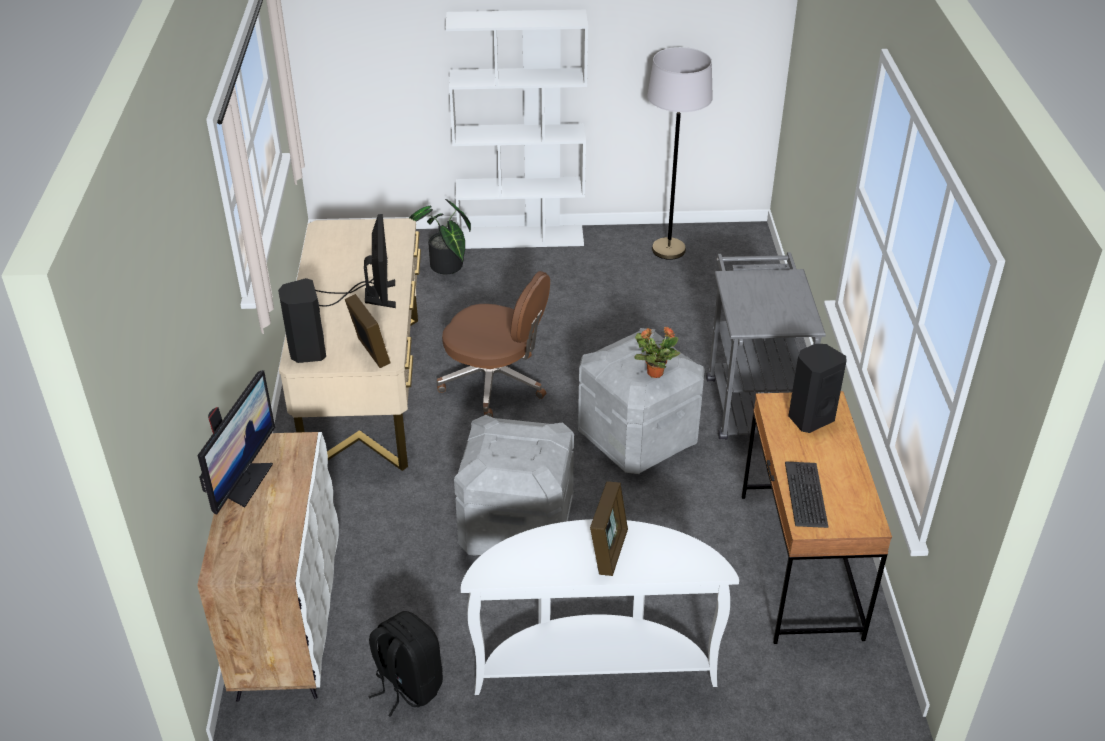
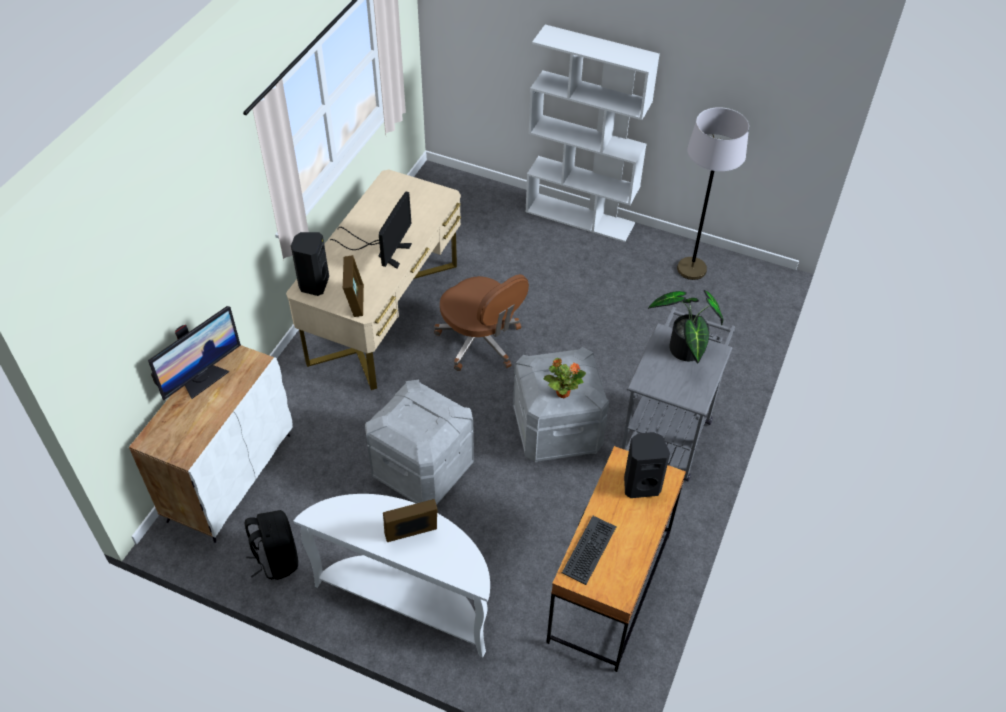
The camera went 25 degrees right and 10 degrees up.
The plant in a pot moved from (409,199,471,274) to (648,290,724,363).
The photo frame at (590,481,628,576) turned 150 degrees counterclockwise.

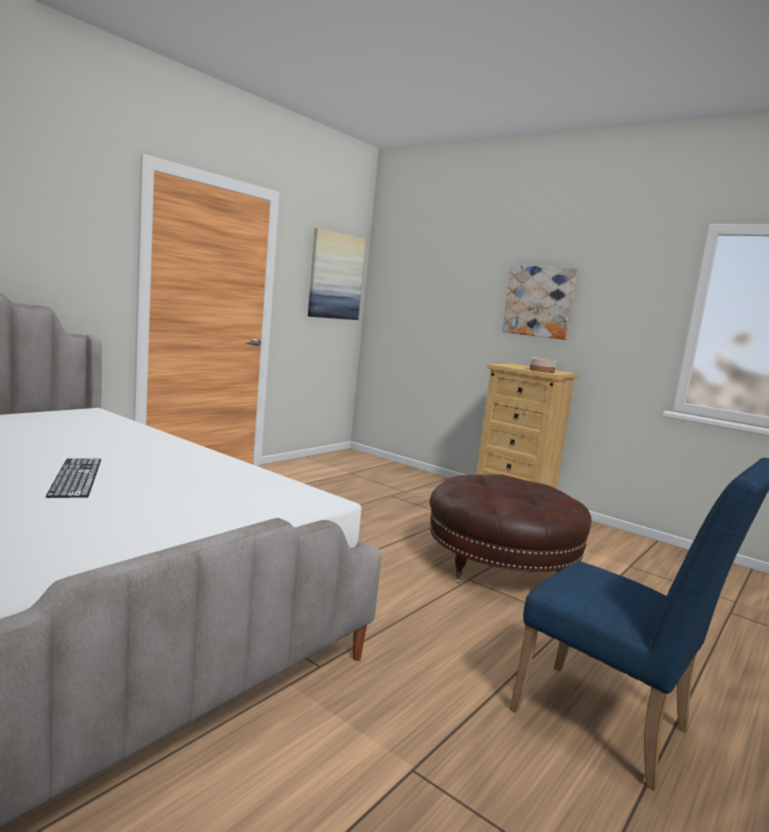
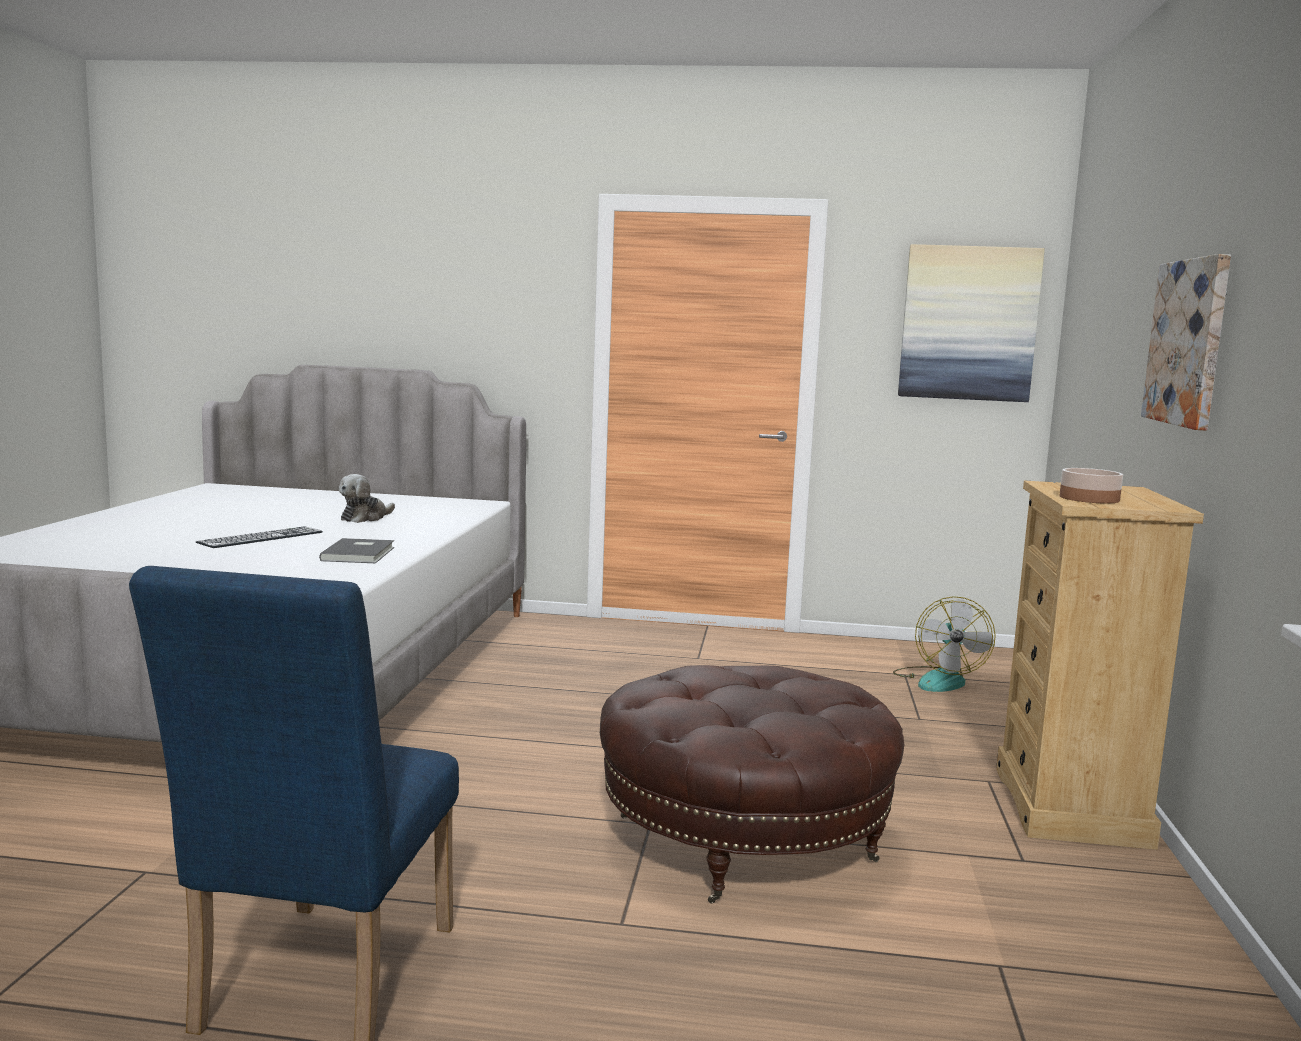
The camera went 60 degrees right and 0 degrees up.
The volume (gray) at (319,538,394,563) appeared.
The plush toy at (339,474,395,523) appeared.
The fan at (893,596,996,692) appeared.

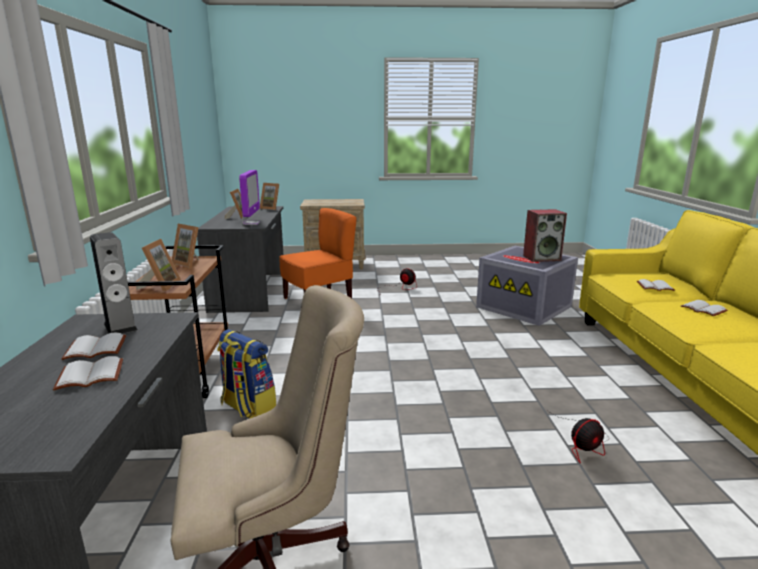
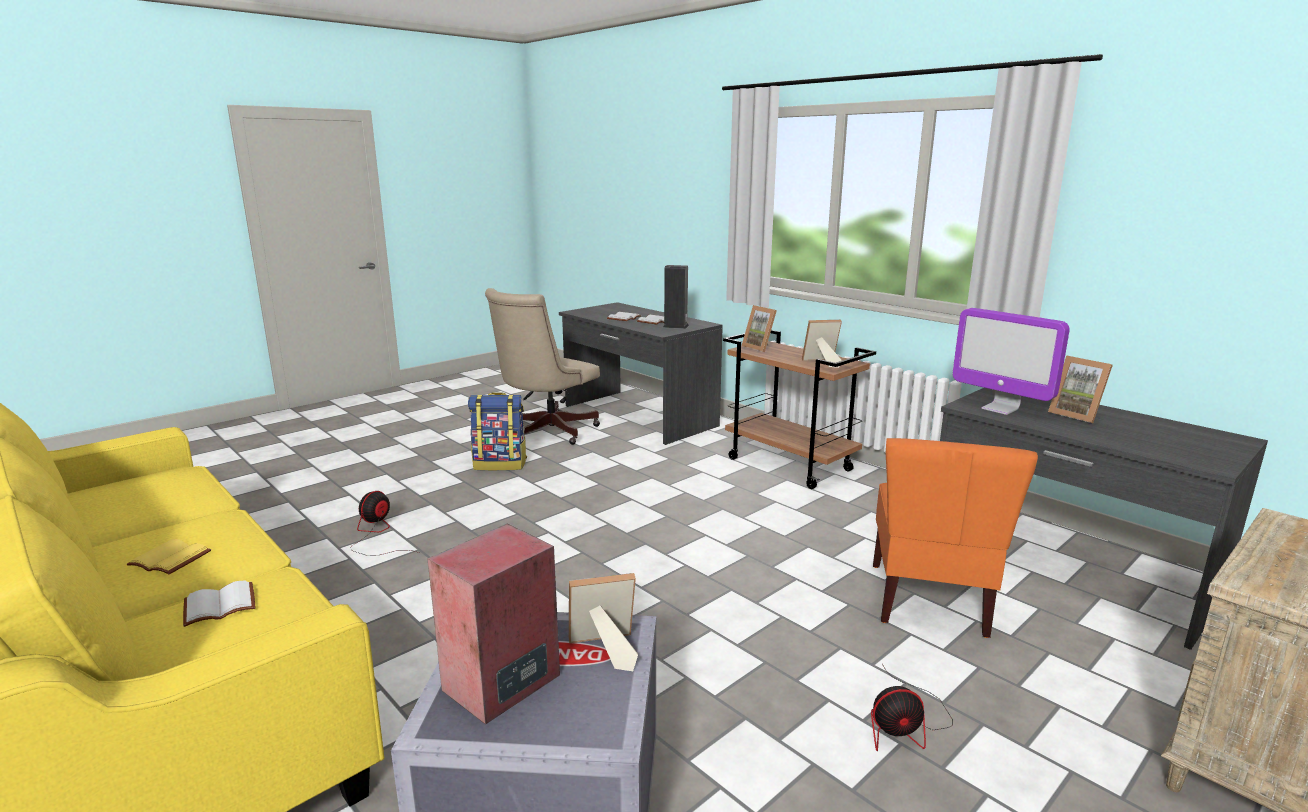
The camera went 140 degrees right and 0 degrees up.
The knapsack moved from (217,329,276,419) to (468,392,527,471).
The photo frame moved from (260,183,279,210) to (569,573,638,671).
The volume (whitish) at (681,300,728,316) became the volume (yellow-coloured) at (127,539,211,574).

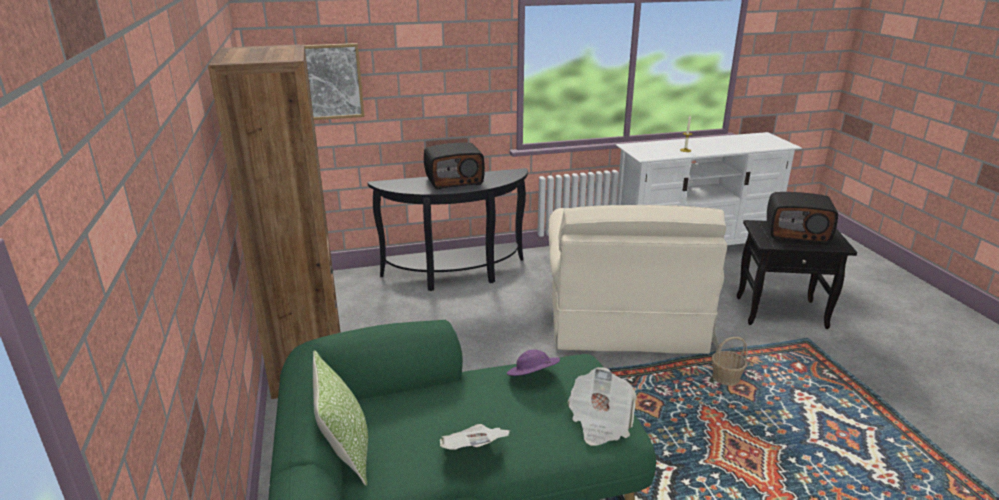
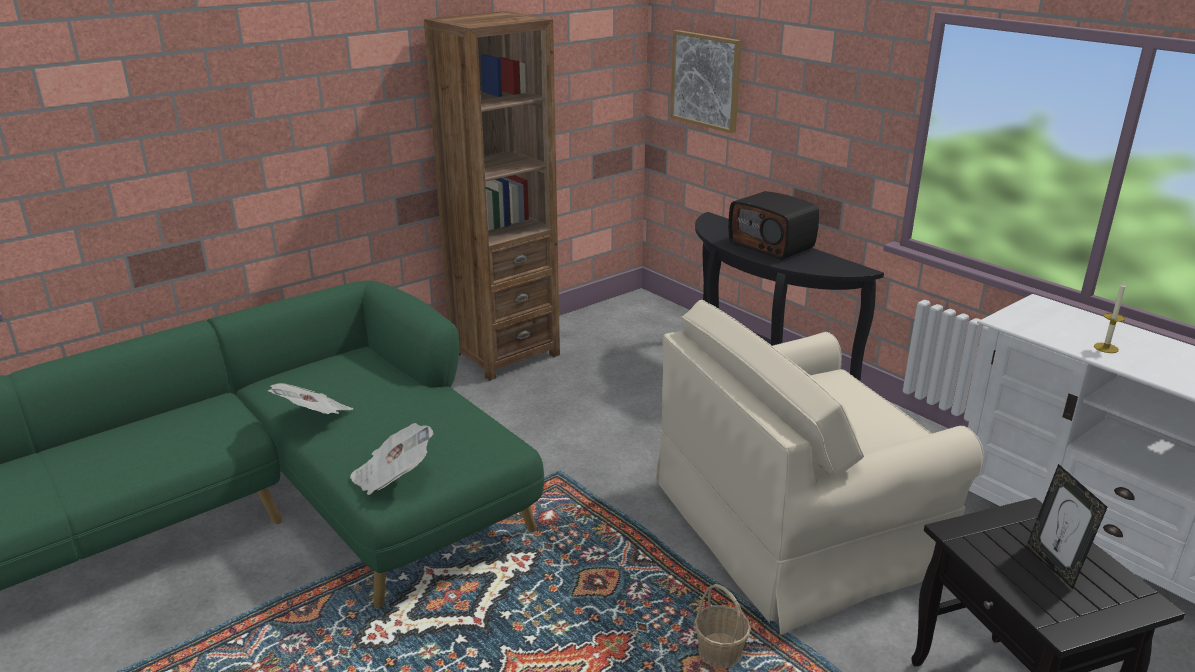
The camera went 65 degrees right and 0 degrees up.
The cushion at (313,350,368,486) disappeared.
The hat (purple) at (507,349,560,376) disappeared.
The radio set at (767,192,838,244) was replaced by the photo frame at (1028,464,1108,590).

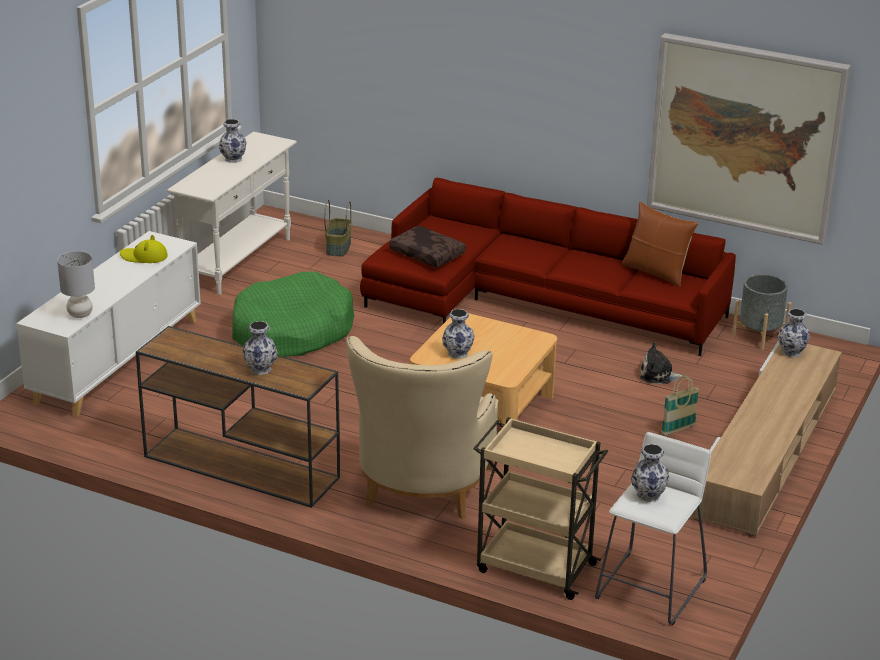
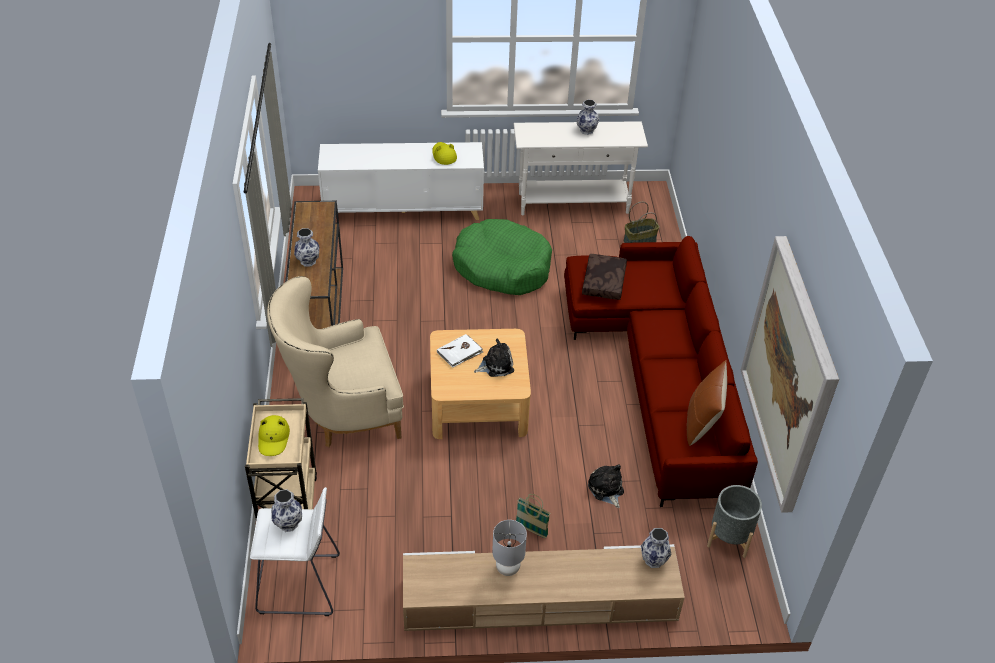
The camera went 60 degrees right and 15 degrees up.
The table lamp (gray) moved from (57,251,95,318) to (492,520,527,576).
The vase at (442,309,475,359) was replaced by the volume (whitish) at (437,334,483,368).
The hat (yellow-coloured) at (258,415,290,456) appeared.
The plush toy at (474,339,514,377) appeared.

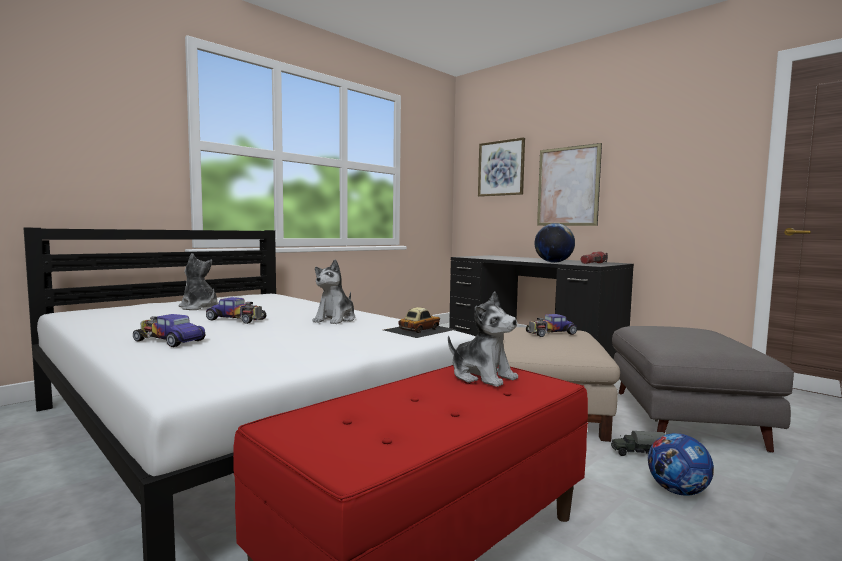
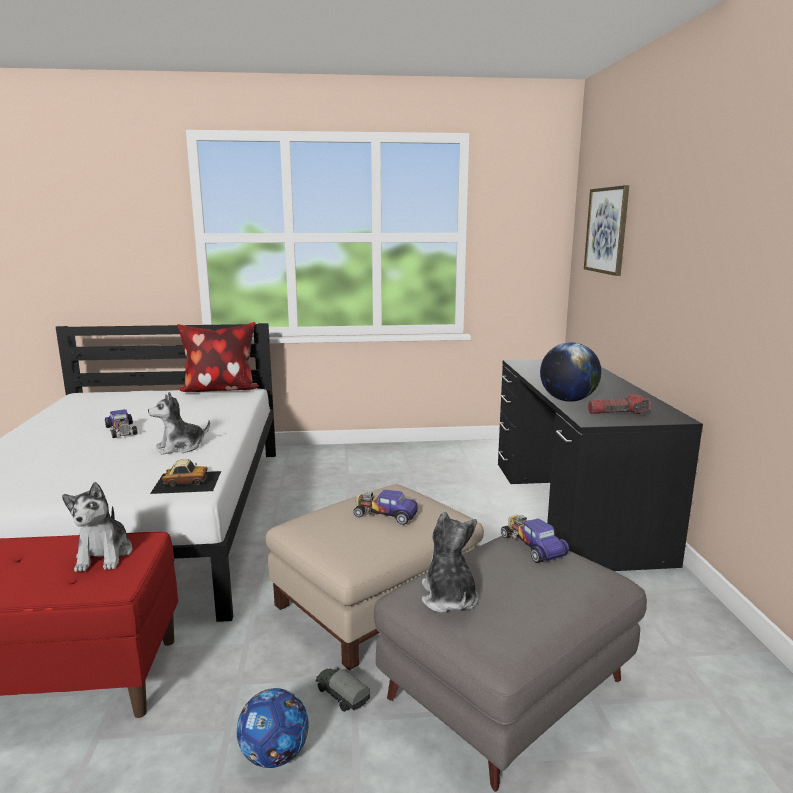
The camera went 40 degrees right and 10 degrees up.
The toy car moved from (133,314,205,347) to (501,515,569,563).
The plush toy moved from (179,253,218,310) to (422,511,479,613).
The picture at (537,143,602,226) disappeared.
The cushion at (177,322,259,392) appeared.

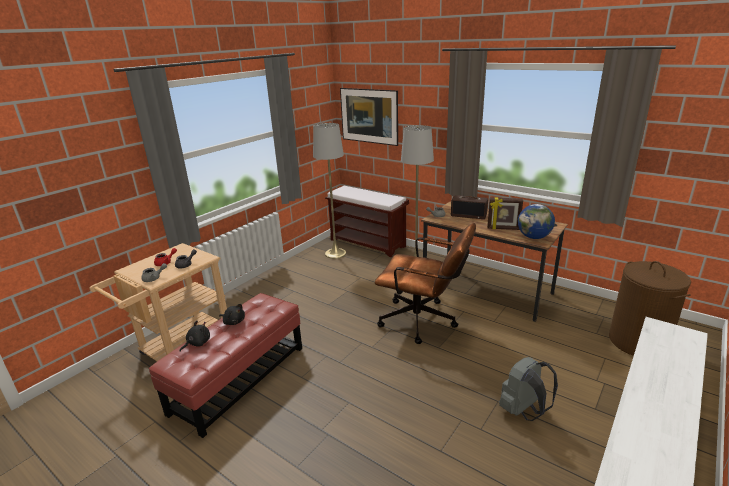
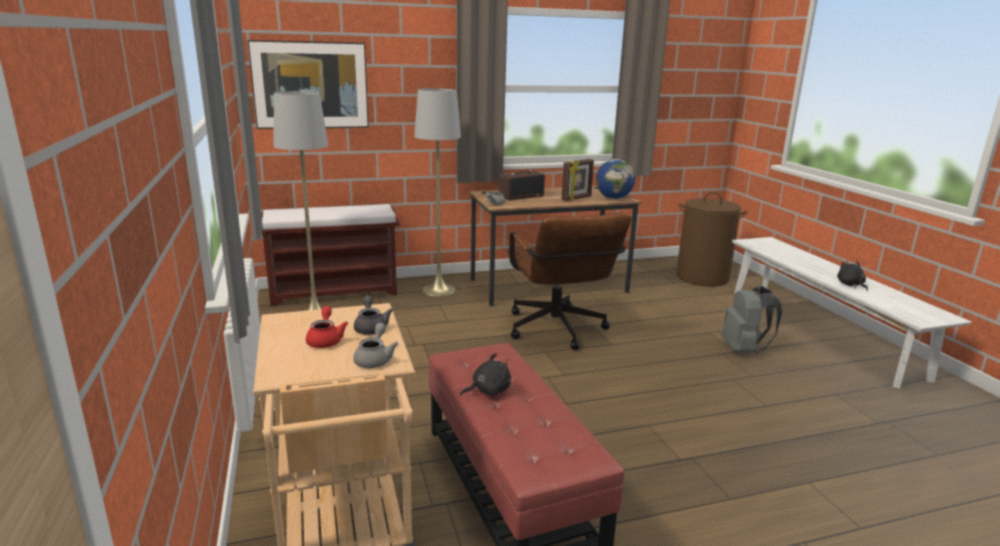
The camera went 55 degrees left and 5 degrees down.
The plush toy (black-coloured) moved from (180,320,210,352) to (837,261,868,291).
The computer chair (brown) at (375,223,476,344) turned 105 degrees clockwise.

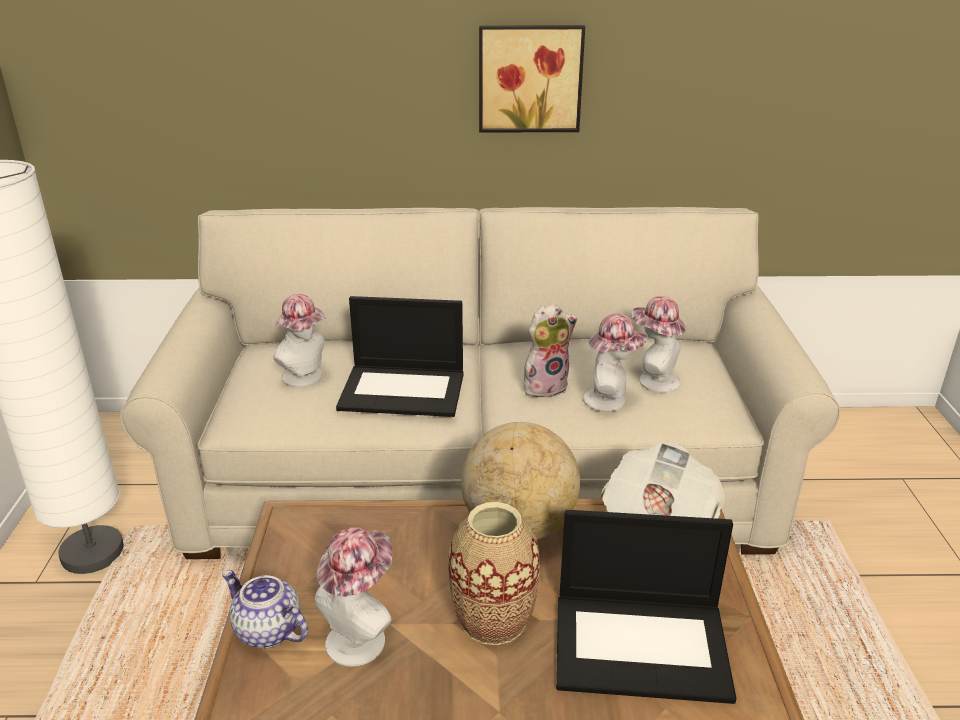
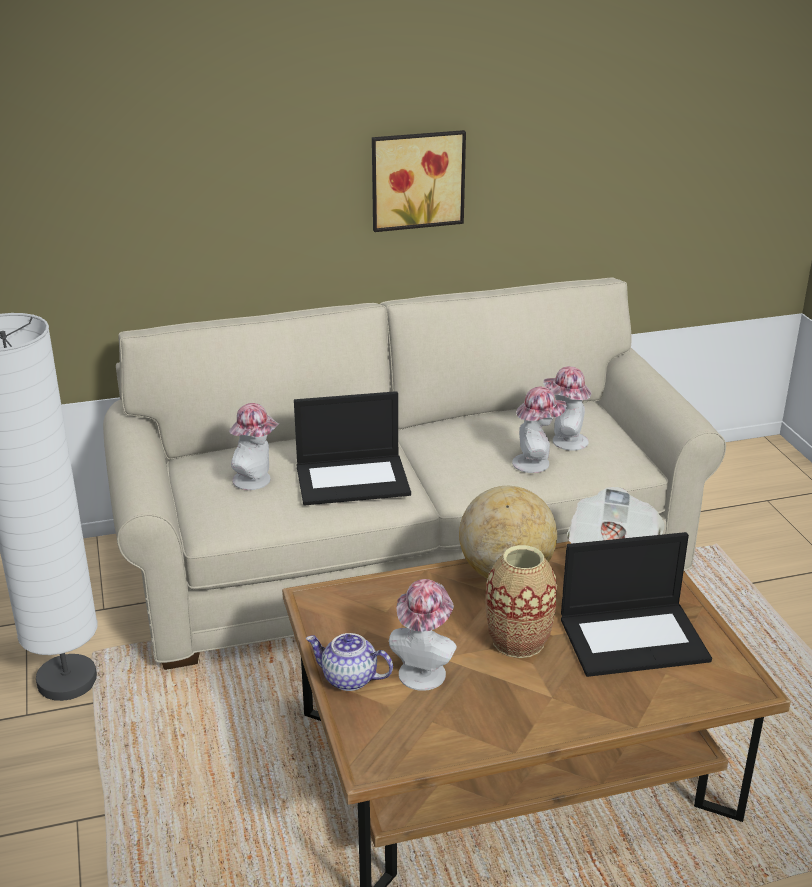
The camera went 15 degrees left and 0 degrees up.
The plush toy at (524,304,577,398) disappeared.

